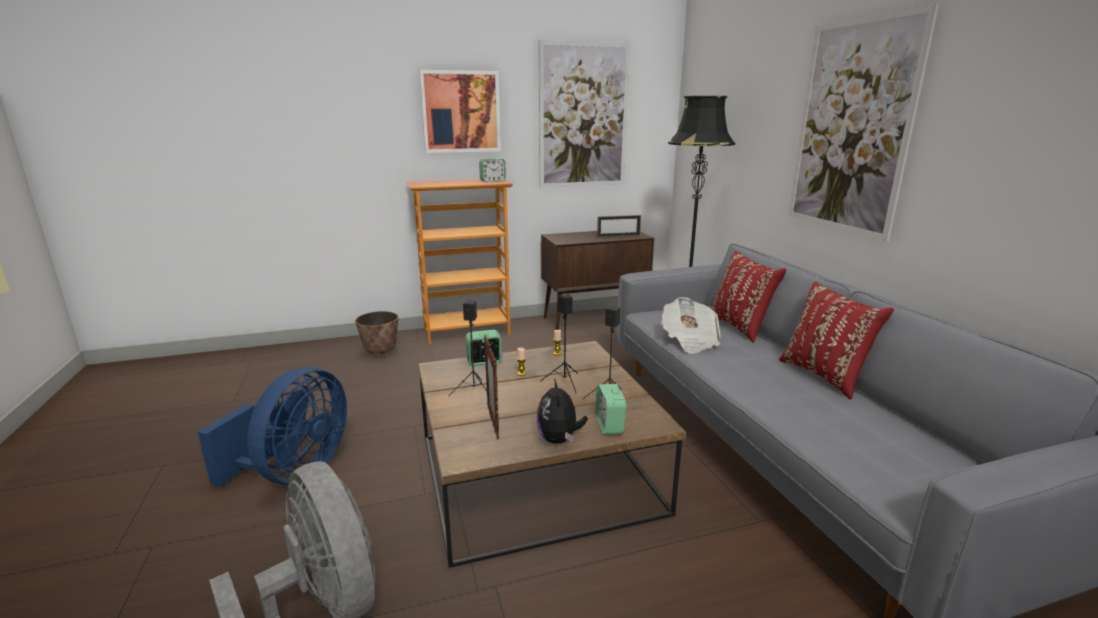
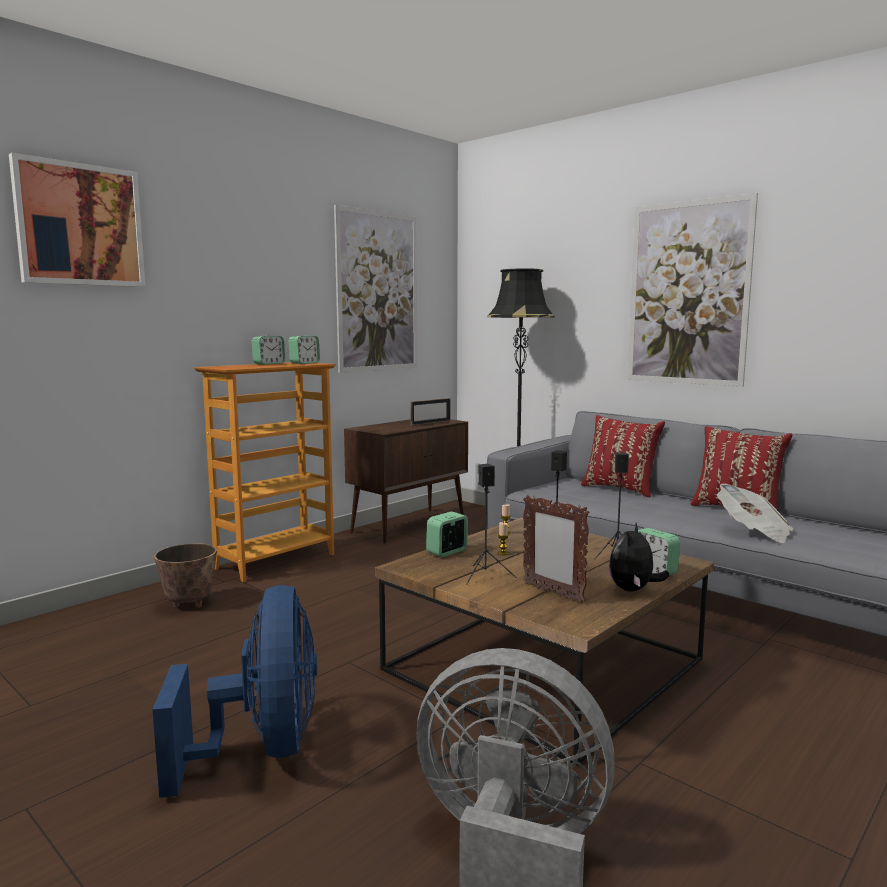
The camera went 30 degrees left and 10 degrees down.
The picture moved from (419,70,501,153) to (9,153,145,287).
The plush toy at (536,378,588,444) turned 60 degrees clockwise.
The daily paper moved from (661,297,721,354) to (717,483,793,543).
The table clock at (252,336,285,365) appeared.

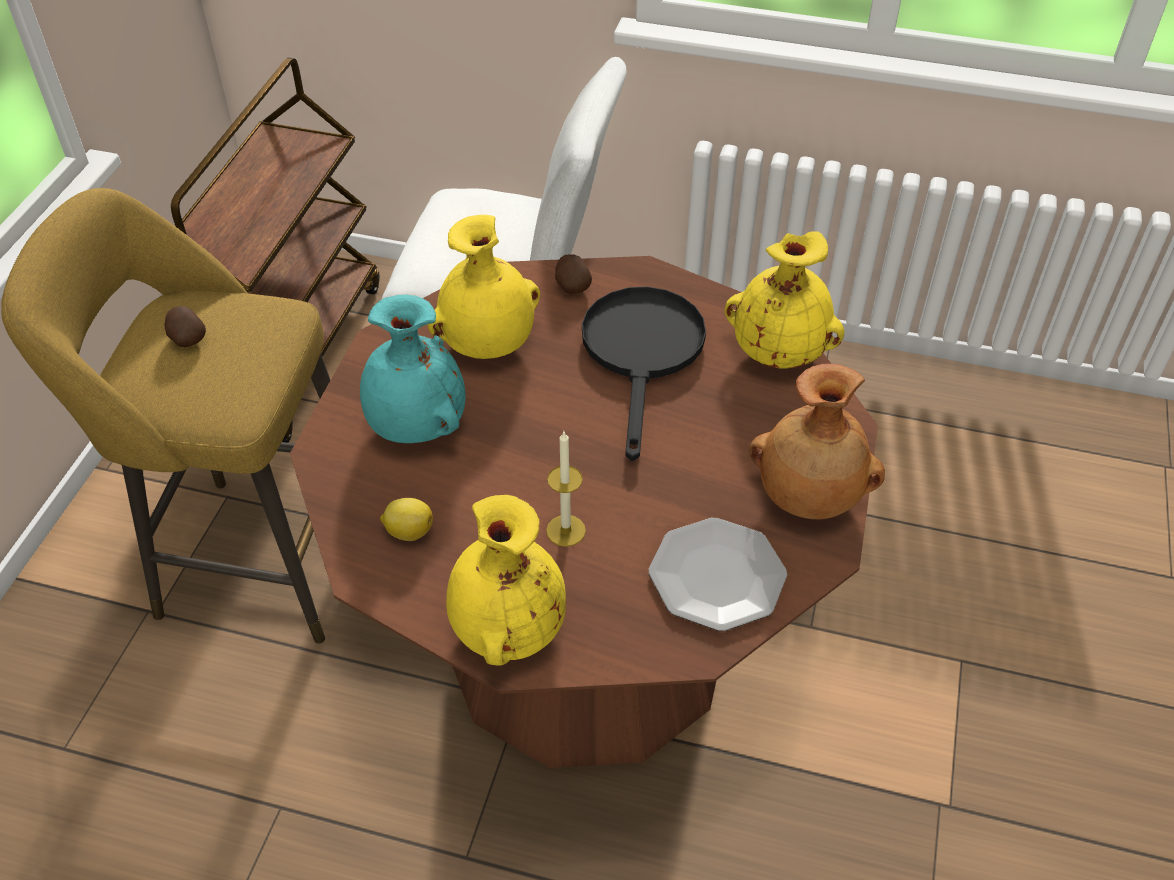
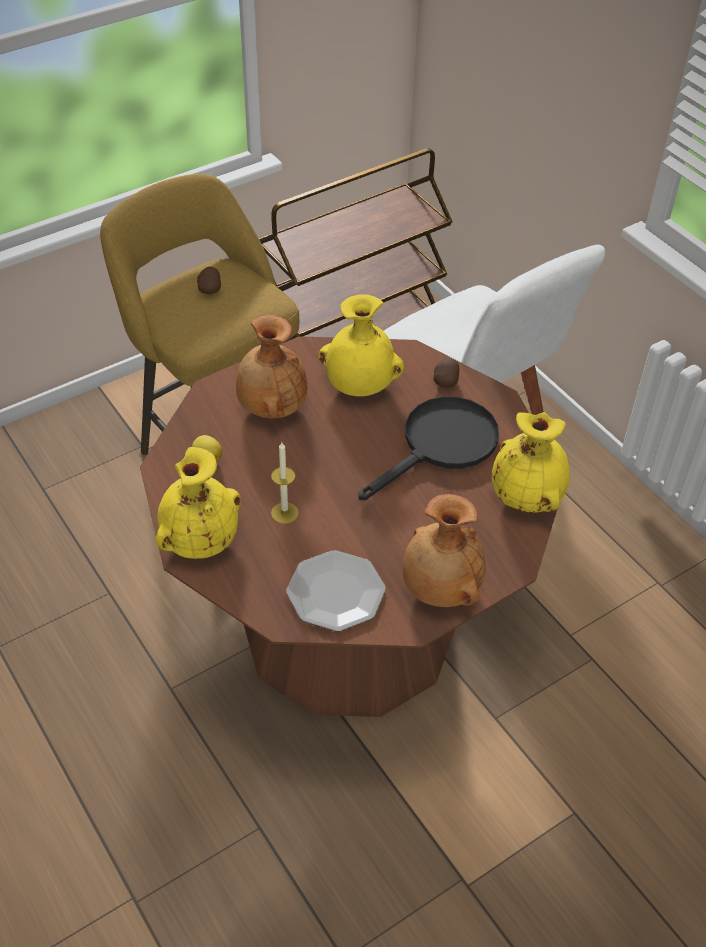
The camera went 40 degrees right and 0 degrees up.
The vase (blue-green) at (360,294,466,443) became the vase (brown) at (236,315,307,419).

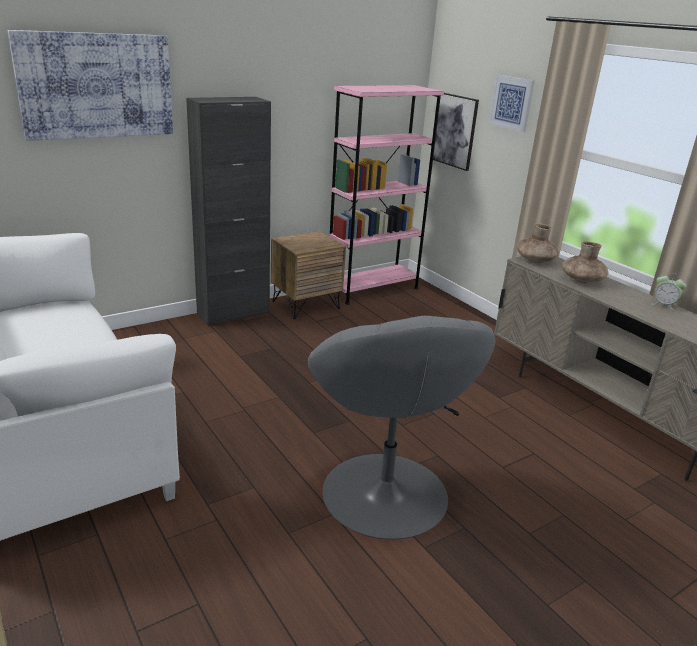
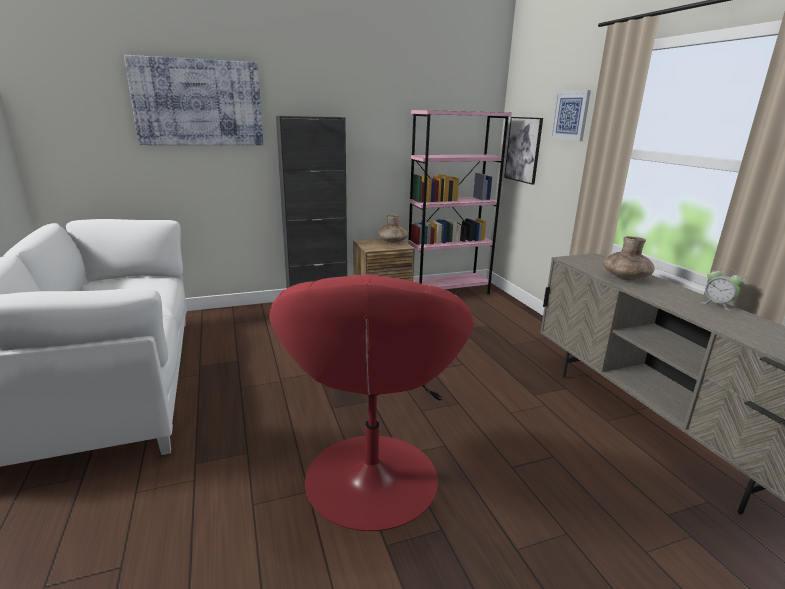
The camera went 15 degrees right and 5 degrees down.
The easy chair (gray) at (308,316,495,540) became the easy chair (red-coloured) at (269,274,474,531).
The vase (brown) moved from (517,223,559,263) to (378,214,409,243).

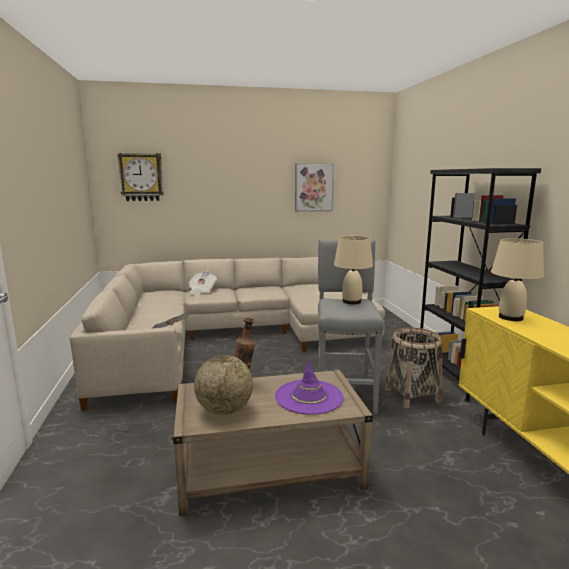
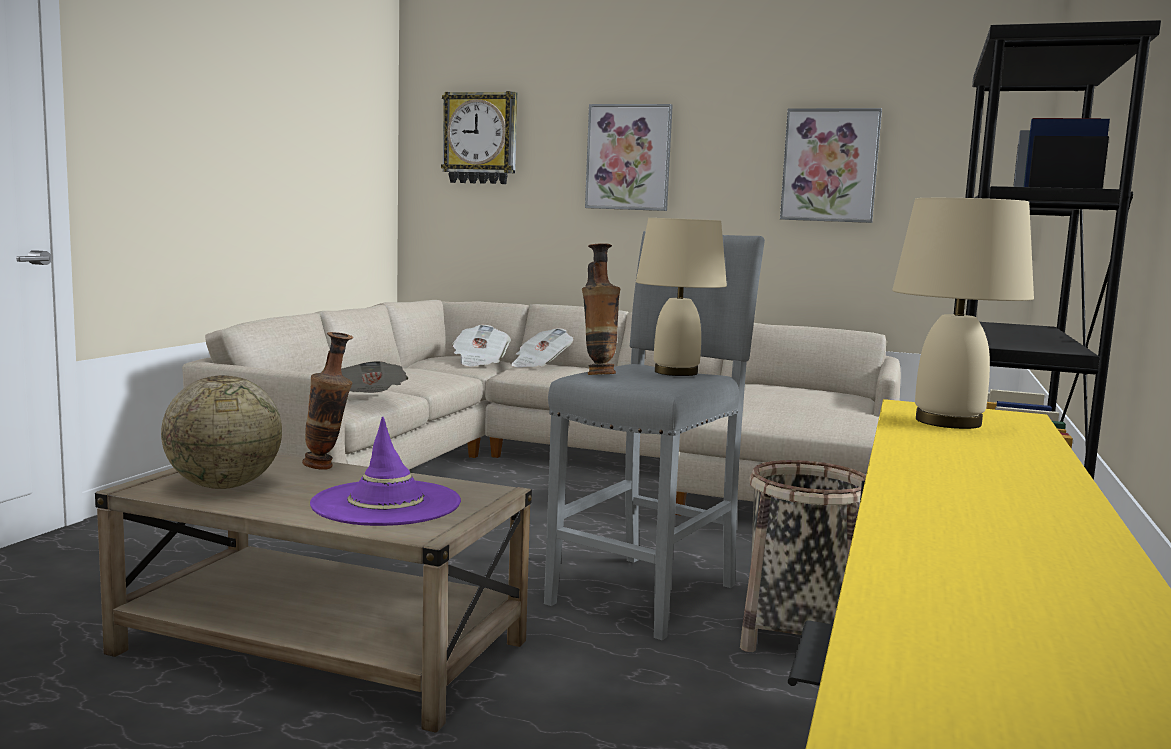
The camera went 30 degrees right and 5 degrees down.
The daily paper at (452,325,511,366) appeared.
The vase at (582,243,620,375) appeared.
The picture at (585,104,673,211) appeared.

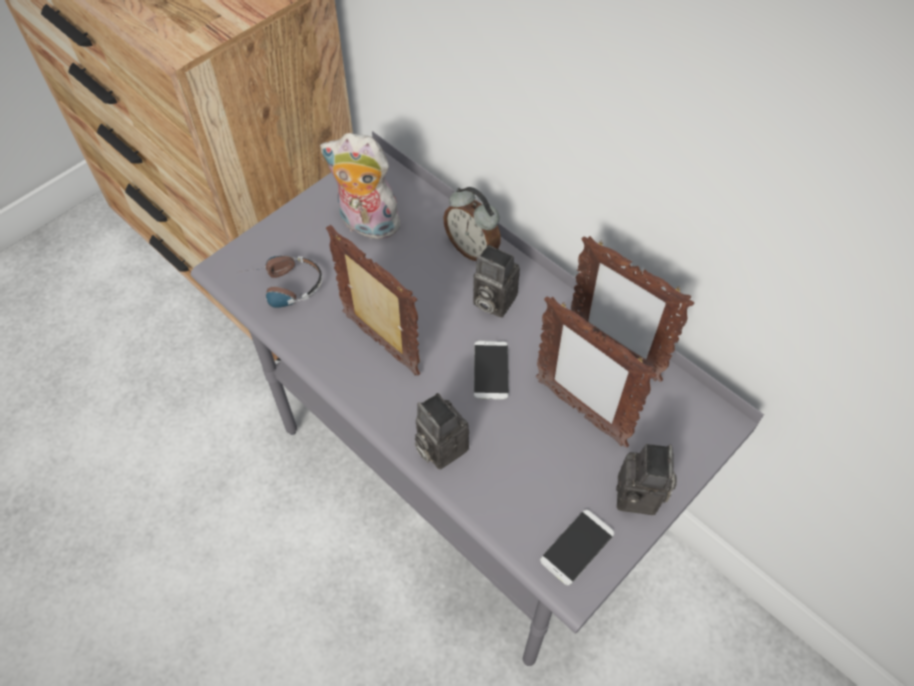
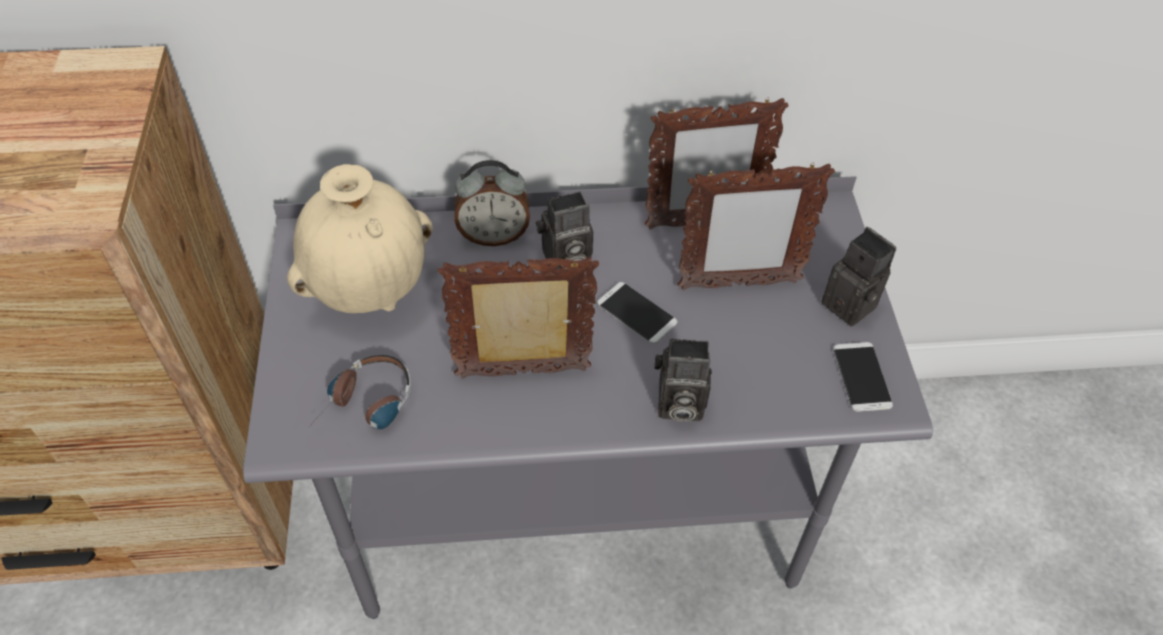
The camera went 50 degrees left and 5 degrees down.
The plush toy at (320,133,404,243) was replaced by the vase (beige) at (287,164,433,313).

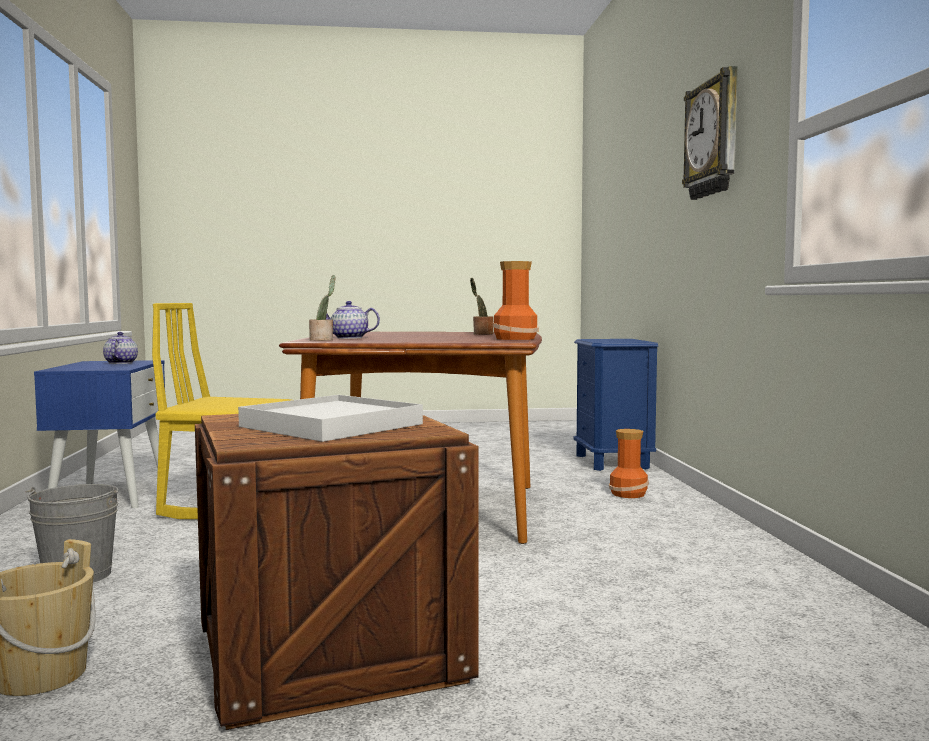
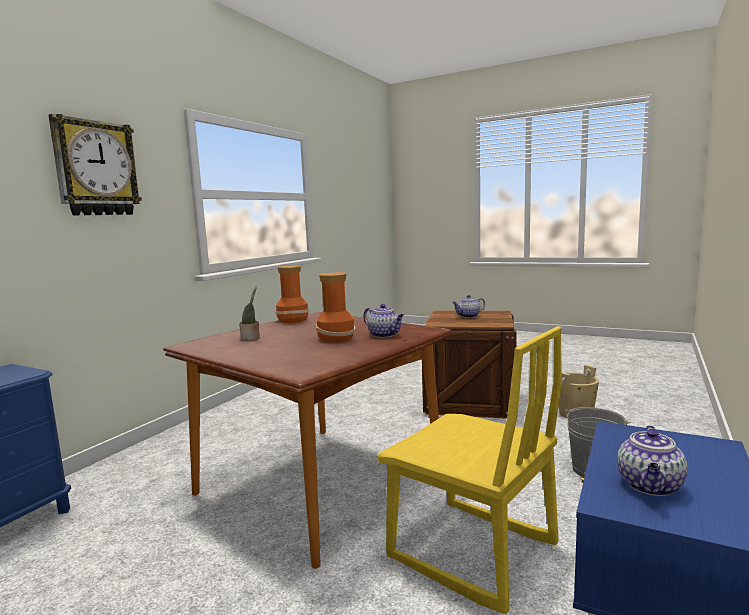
The camera went 145 degrees left and 5 degrees up.
The tray (whitish) at (238,395,423,442) was replaced by the teapot at (452,295,485,318).
The plant in a pot at (309,275,336,341) disappeared.
The vase moved from (609,429,649,498) to (316,273,355,342).

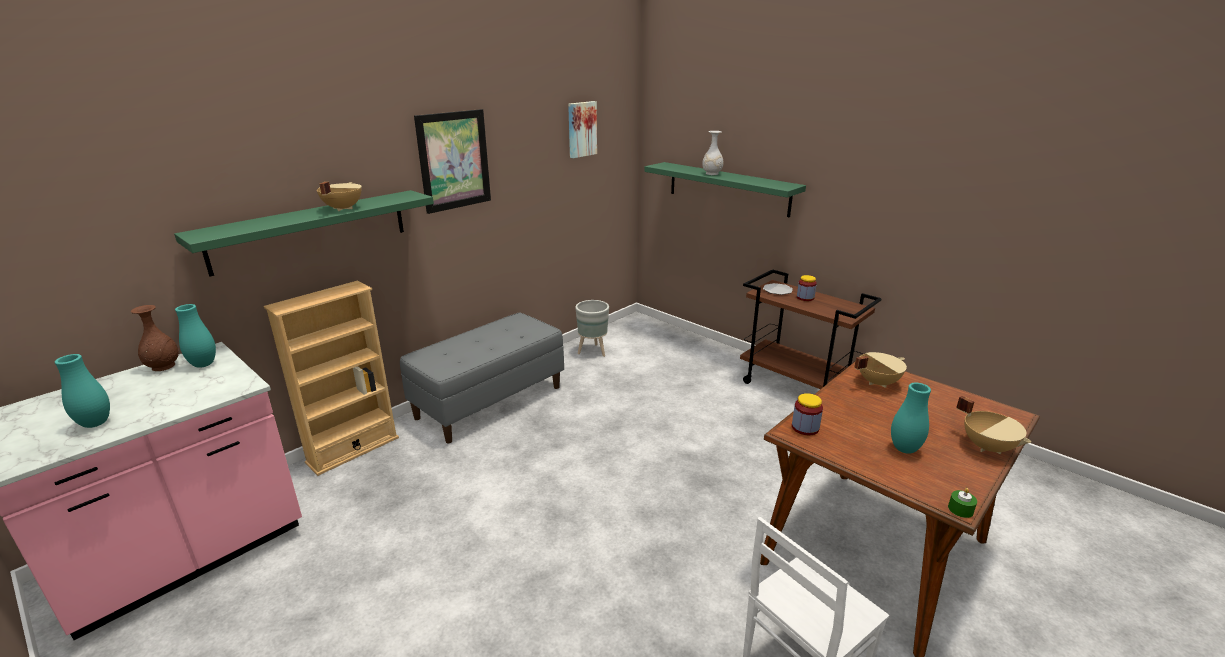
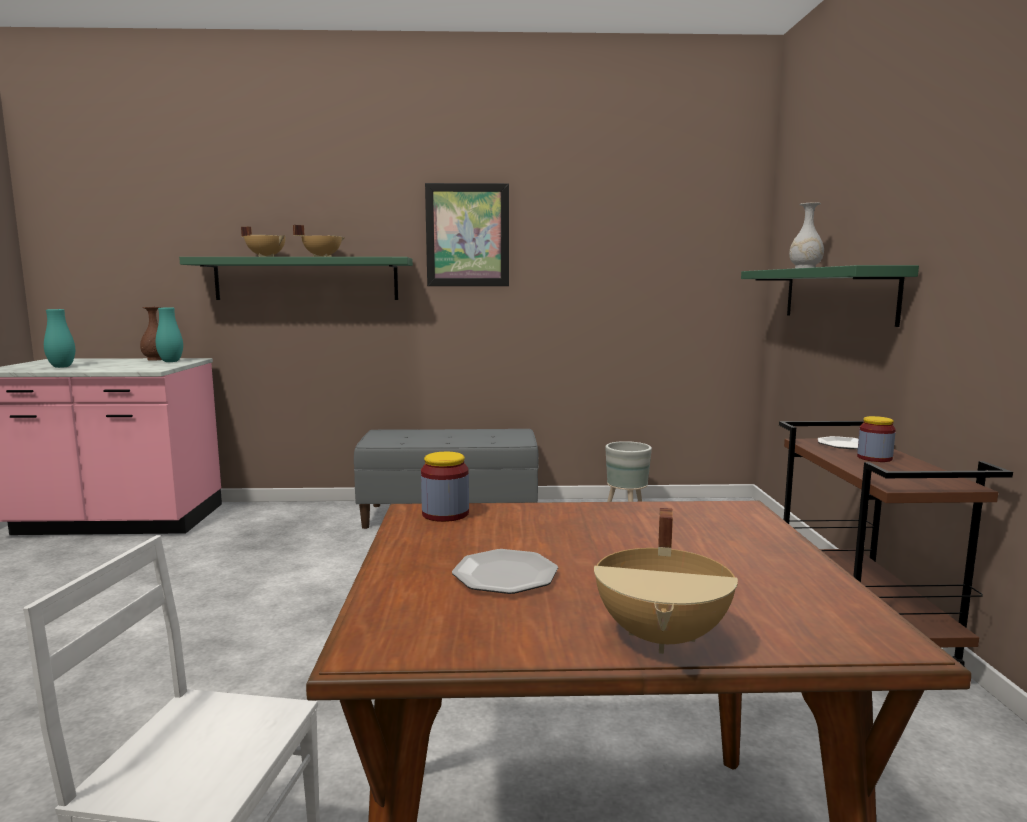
The camera went 45 degrees right and 15 degrees down.
The bookcase (beige) at (264,281,399,476) disappeared.
The picture at (568,101,597,158) disappeared.
The saucepot (beige) moved from (854,352,907,388) to (241,227,286,257).
The vase (blue-green) at (891,383,931,454) was replaced by the flat dish at (452,549,558,594).
The candle (green-coloured) at (948,488,977,518) disappeared.

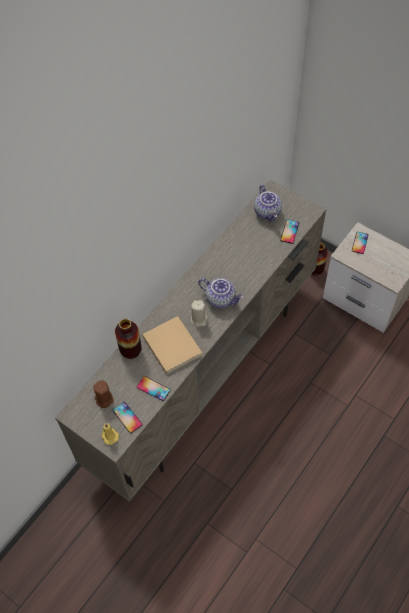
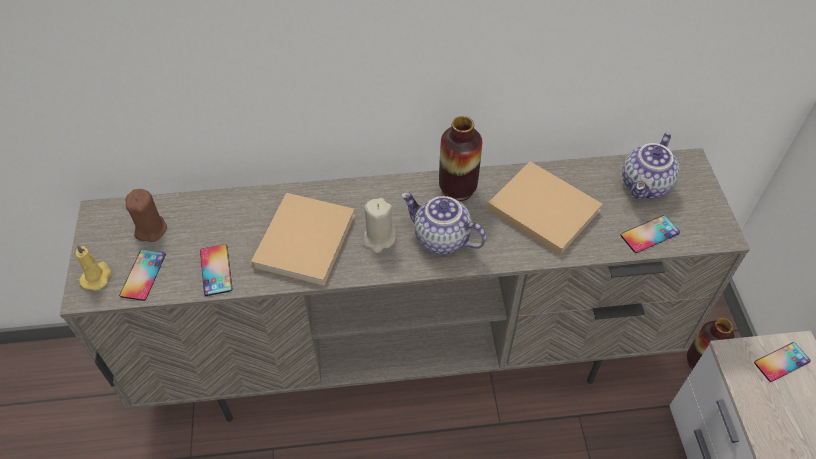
The camera went 45 degrees right and 5 degrees down.
The vase moved from (115,319,142,359) to (439,116,482,201).
The teapot at (198,278,244,309) turned 135 degrees clockwise.
The volume (beige) at (487,161,603,255) appeared.

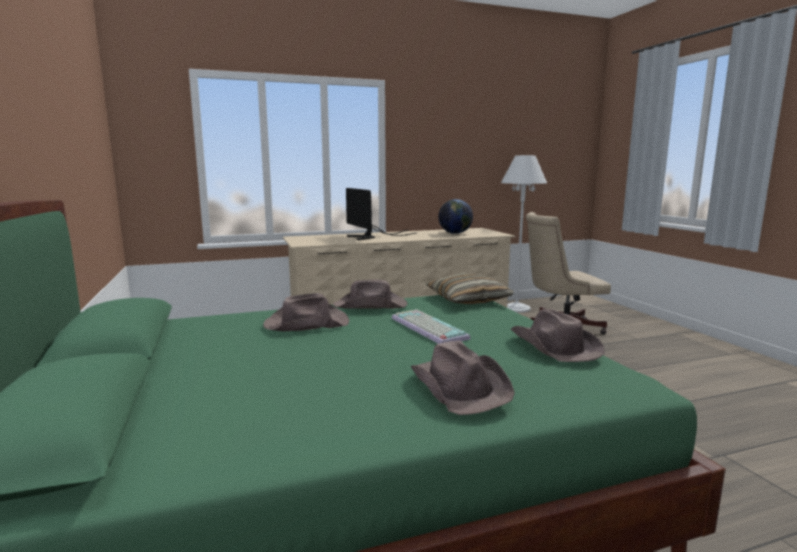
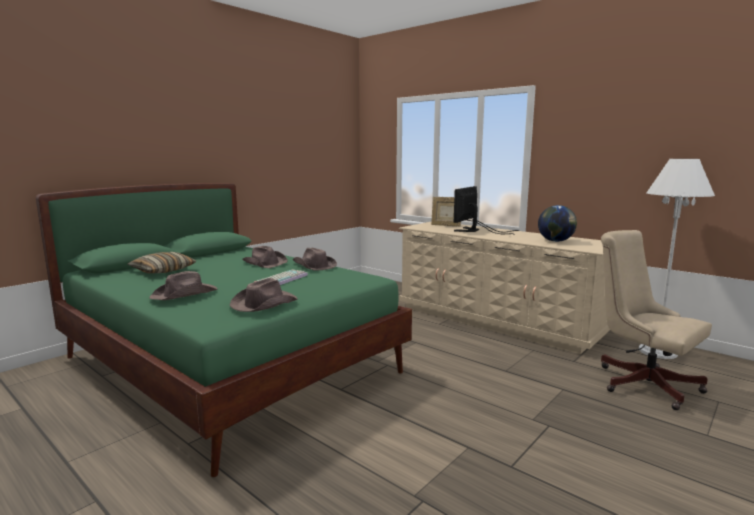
The camera went 60 degrees right and 0 degrees up.
The cushion moved from (425,273,514,304) to (127,252,196,273).
The photo frame at (431,197,461,226) appeared.

